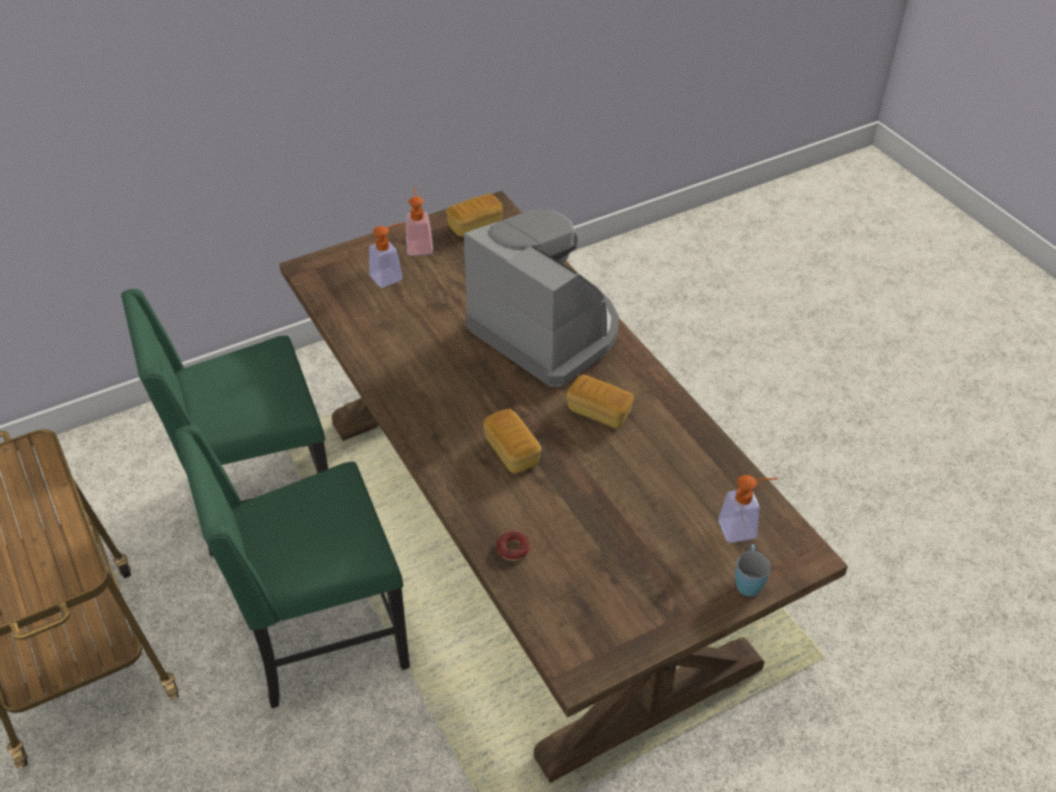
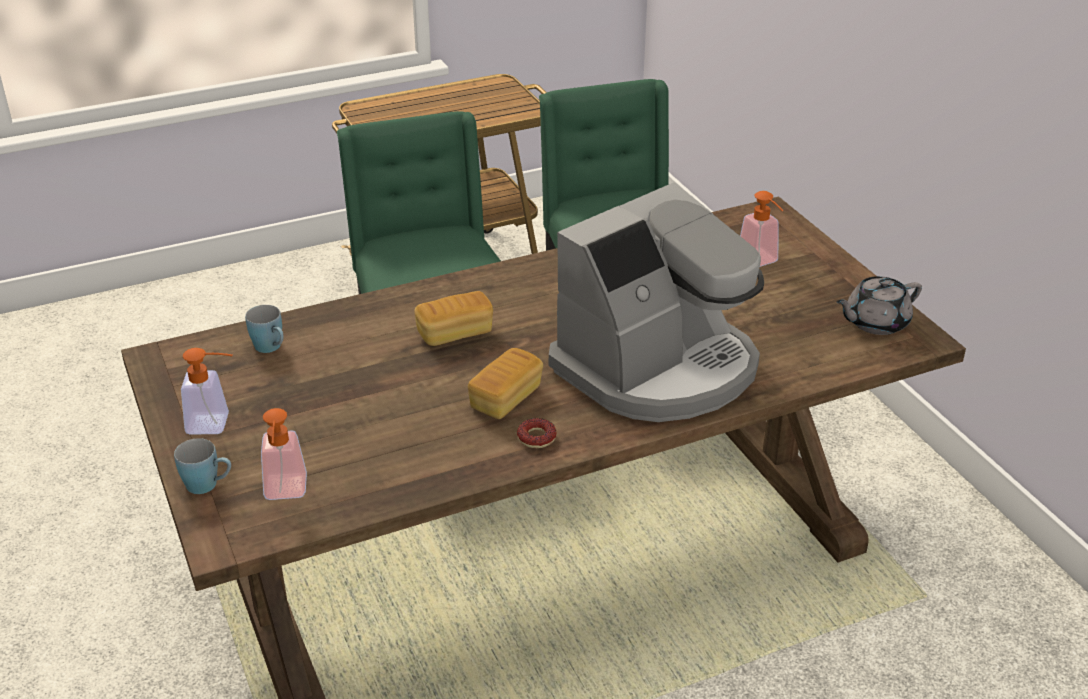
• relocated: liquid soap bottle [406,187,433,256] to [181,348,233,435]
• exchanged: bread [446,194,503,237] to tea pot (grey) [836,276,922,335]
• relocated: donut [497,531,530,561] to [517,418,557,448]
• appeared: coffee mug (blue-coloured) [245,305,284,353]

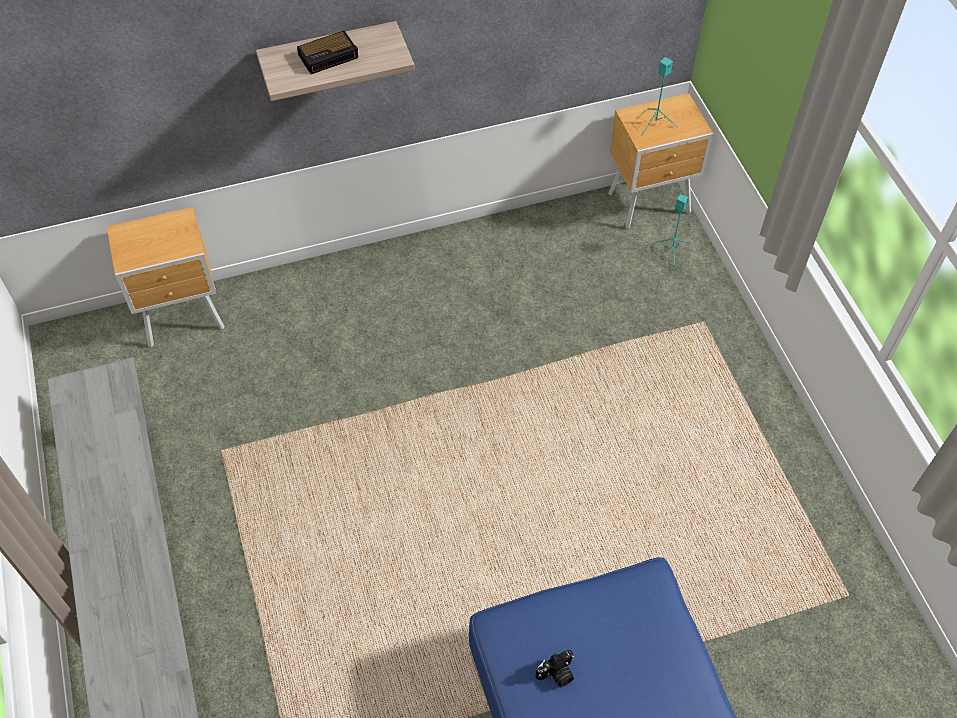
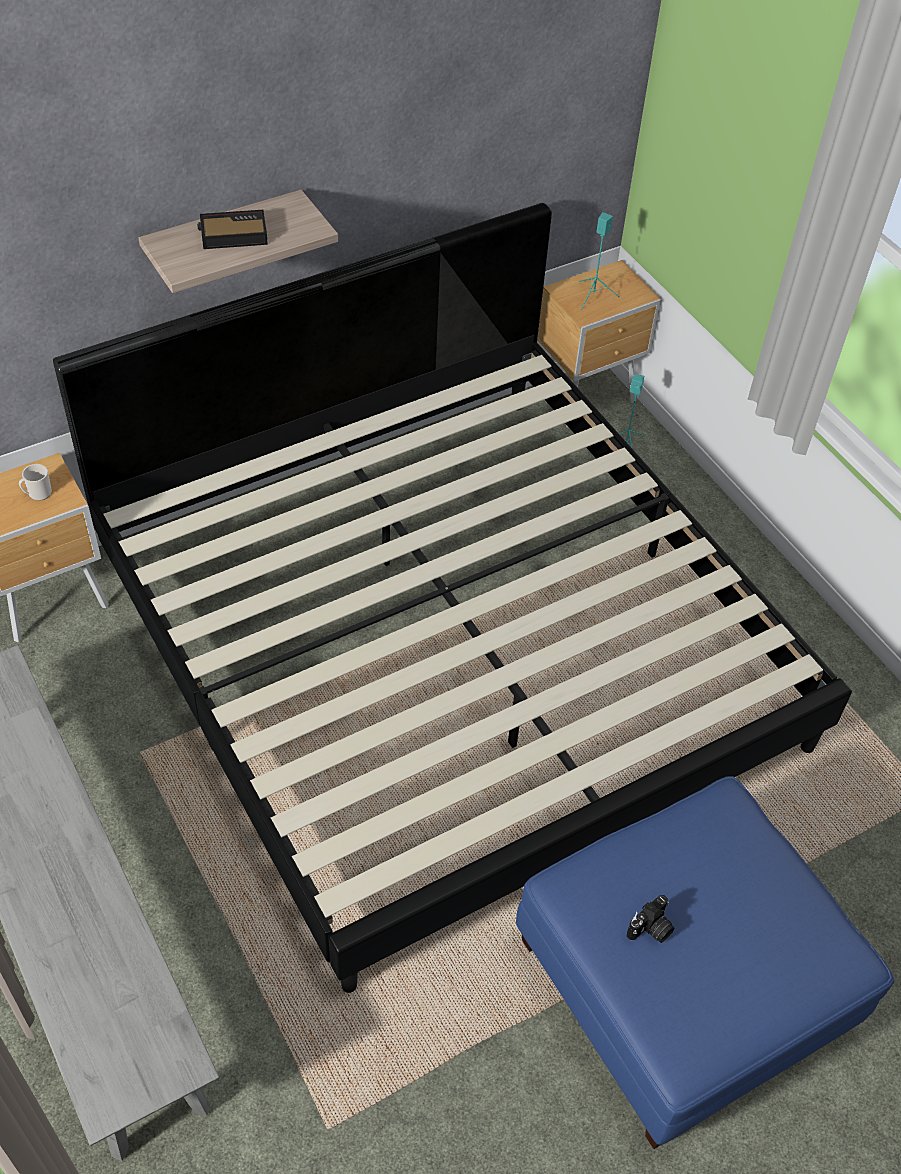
• spun: bedside clock [297,30,358,74] = [197,210,268,249] 150 degrees counterclockwise
• appeared: coffee mug [19,464,52,501]
• appeared: bedroom bed [53,203,852,993]

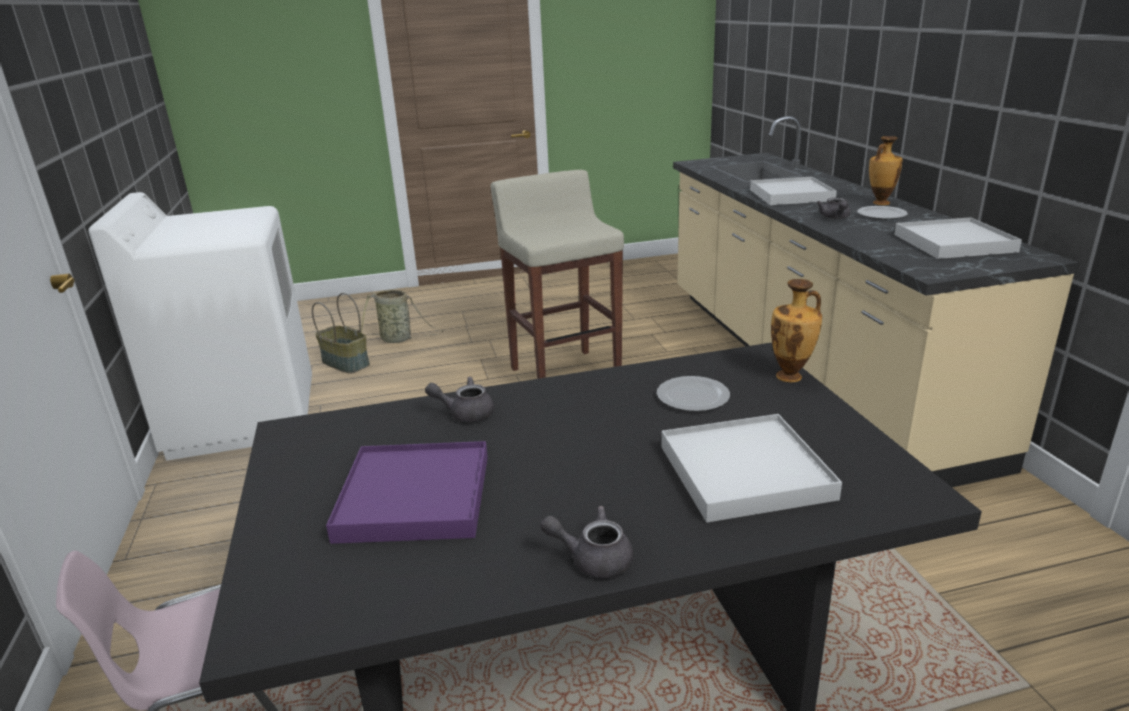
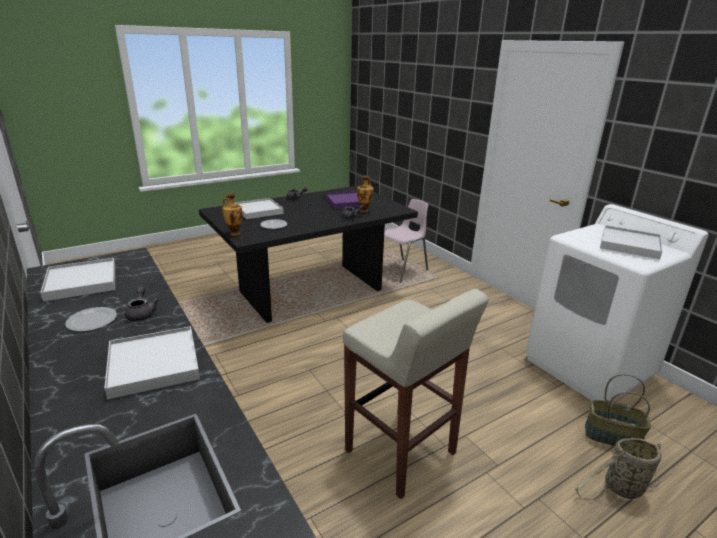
• relocated: decorative vase [869,136,903,205] to [357,176,374,212]
• appeared: tray (white-coloured) [600,225,663,259]

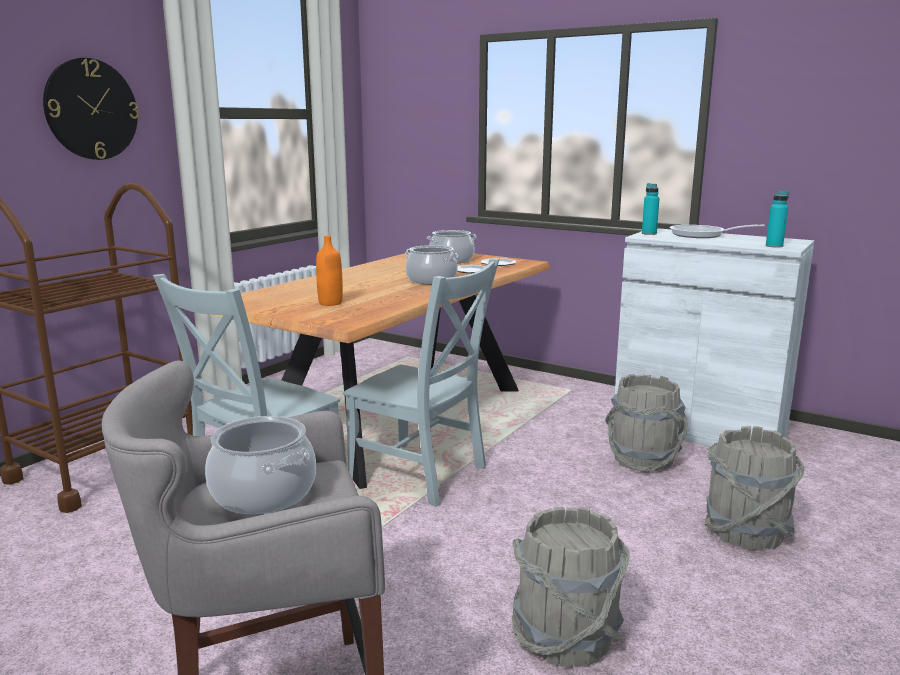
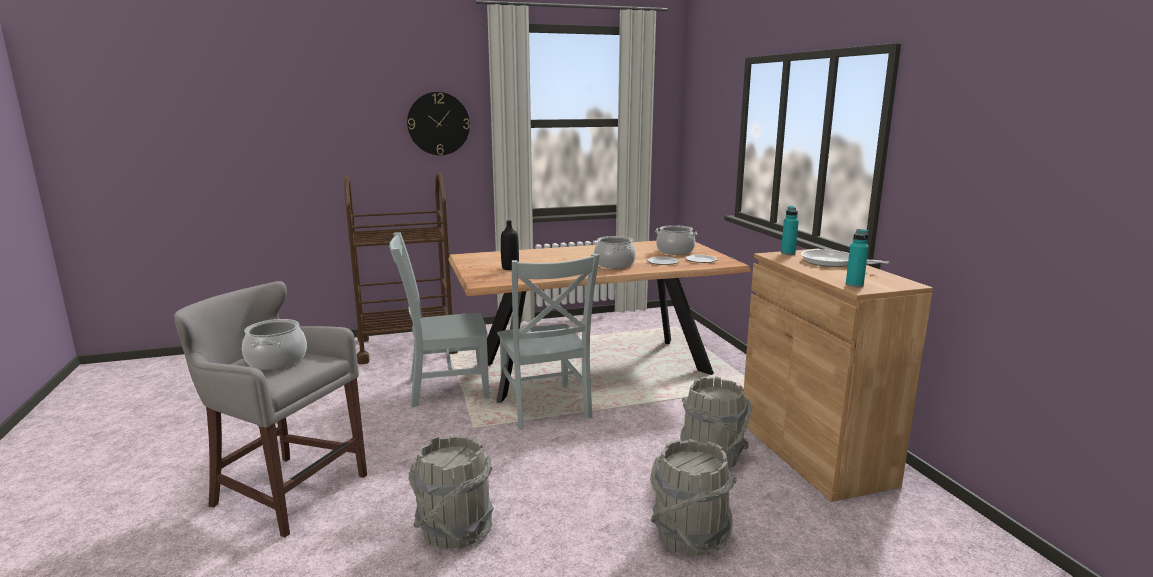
• colour: beverage bottle (orange-coloured) [316,236,343,306] to beverage bottle (blackish) [501,220,519,270]
• colour: storage cabinet (white-coloured) [615,228,814,447] to storage cabinet (brown) [744,249,933,502]

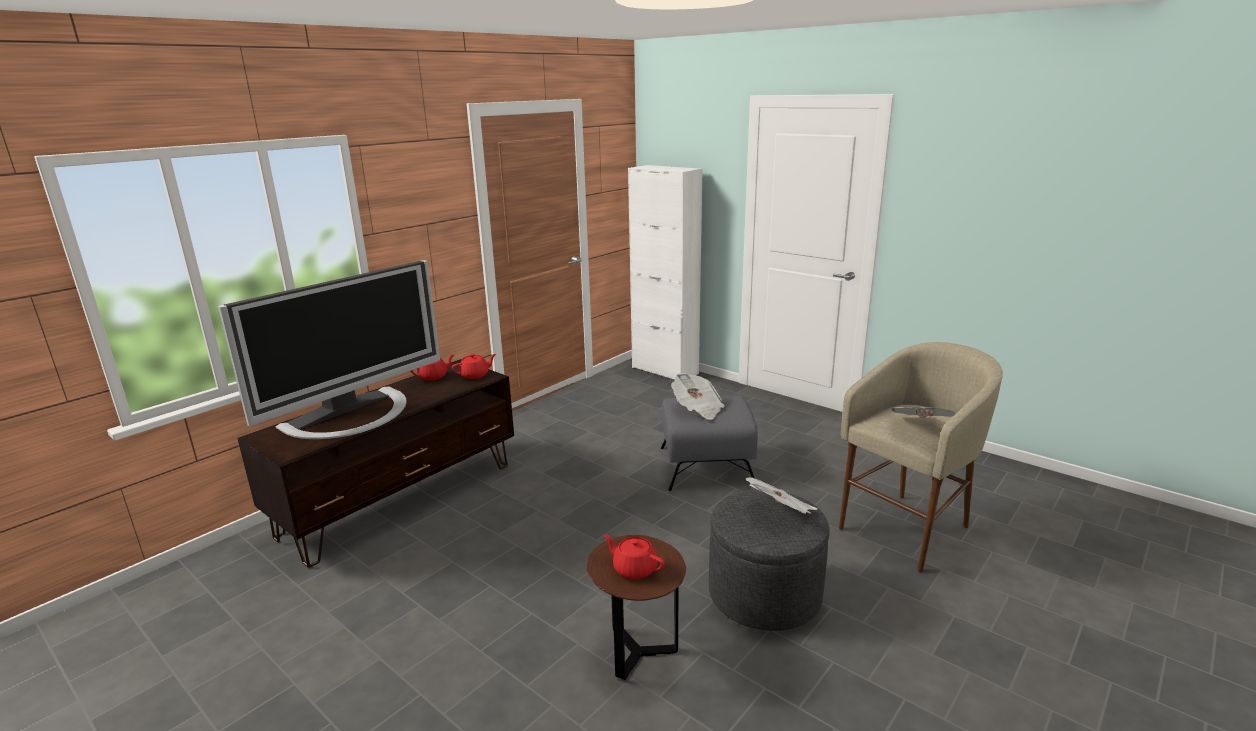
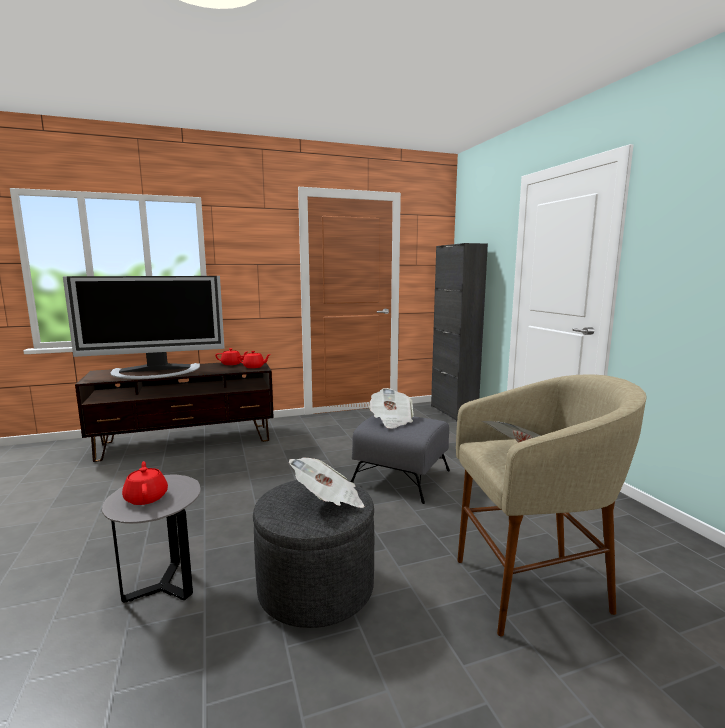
• colour: accent table (brown) [587,535,686,680] to accent table (grey) [102,475,201,603]
• colour: storage cabinet (white-coloured) [628,165,703,380] to storage cabinet (blackish) [431,243,488,421]

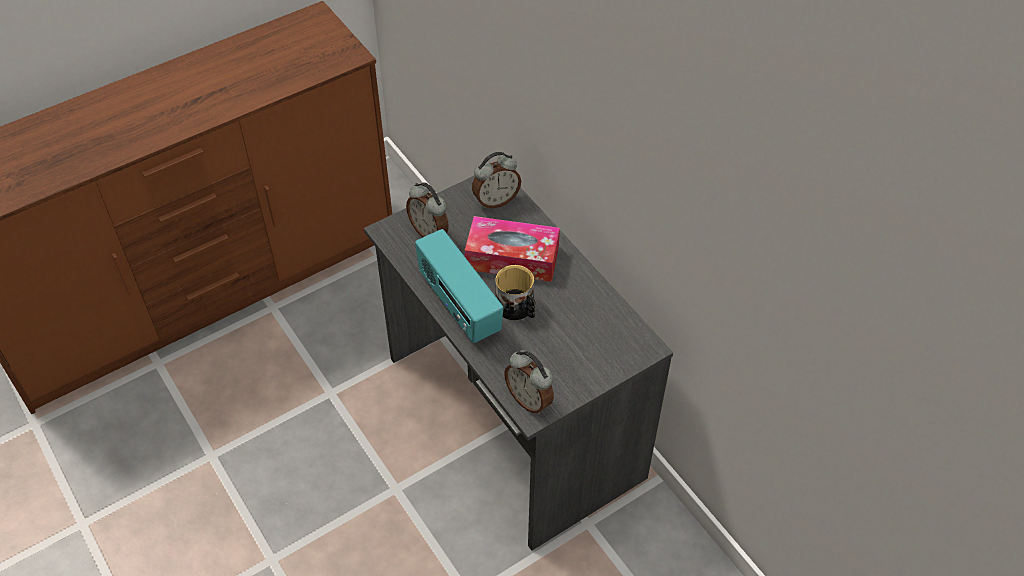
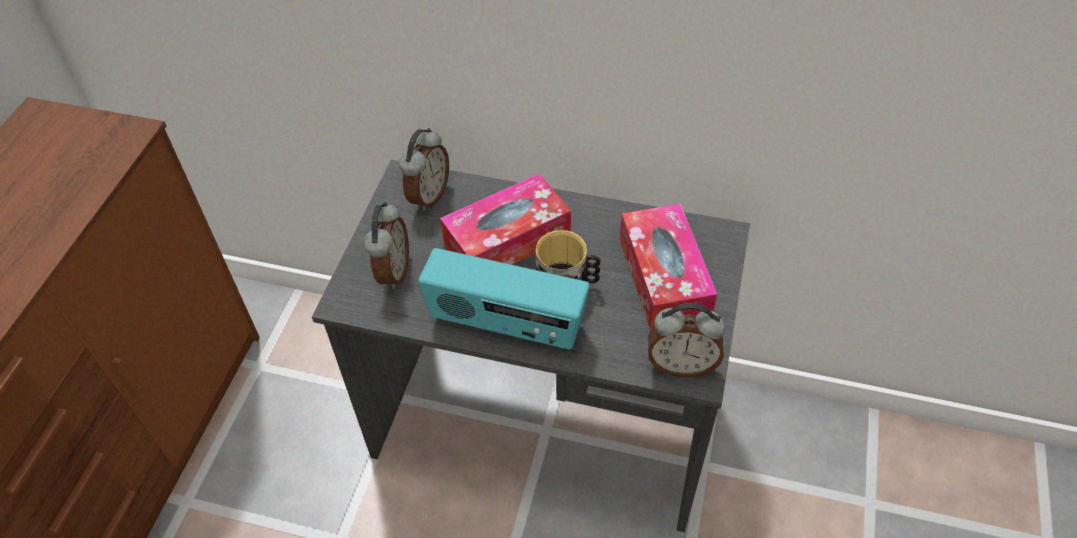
• spun: bedside clock [406,182,449,237] = [364,202,409,289] 90 degrees counterclockwise
• appeared: tissue box [620,204,717,330]

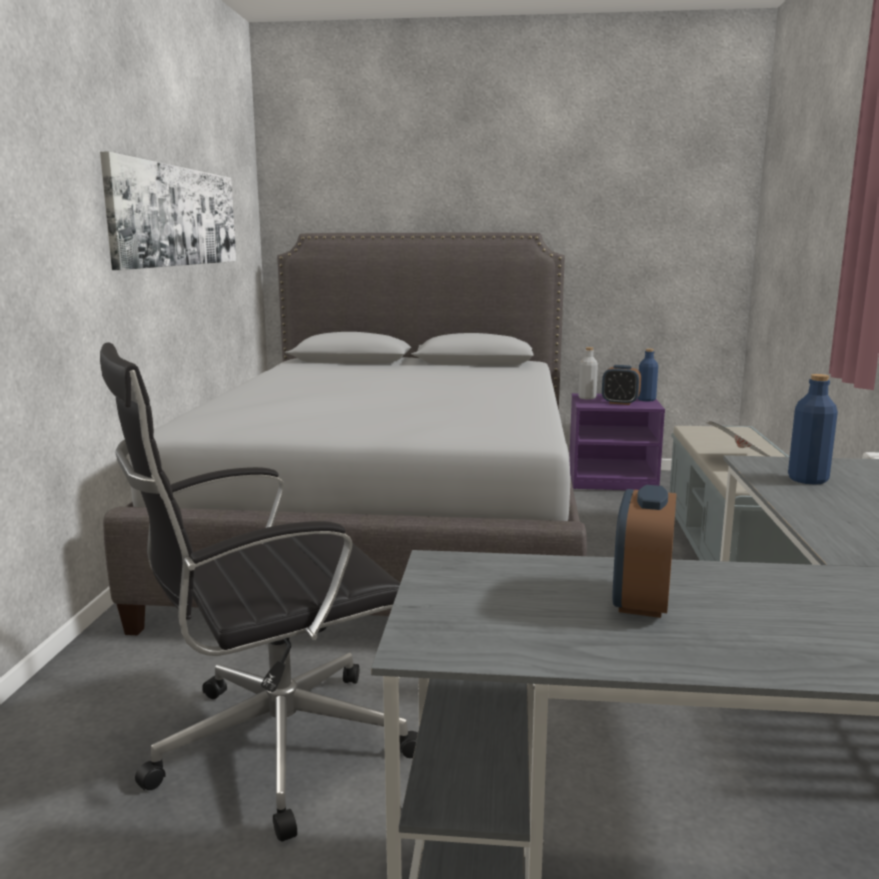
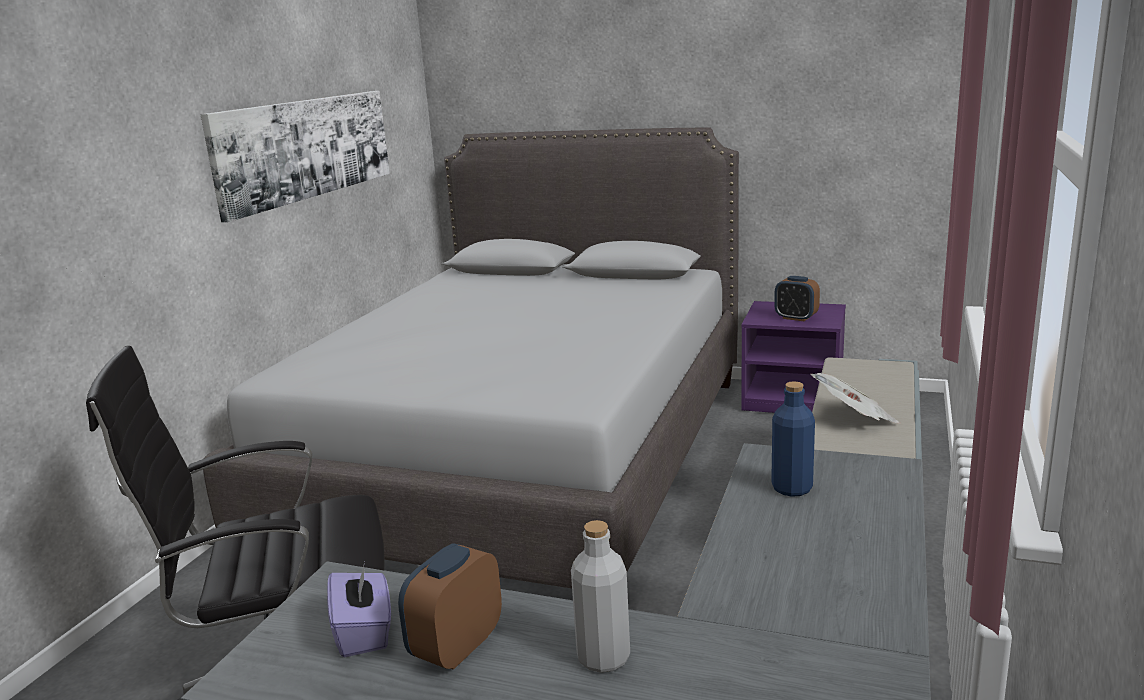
• relocated: beverage bottle (grey) [578,347,598,399] to [571,520,630,673]
• missing: beverage bottle (blue-coloured) [638,349,658,401]
• appeared: tissue box (purple-coloured) [327,562,391,657]

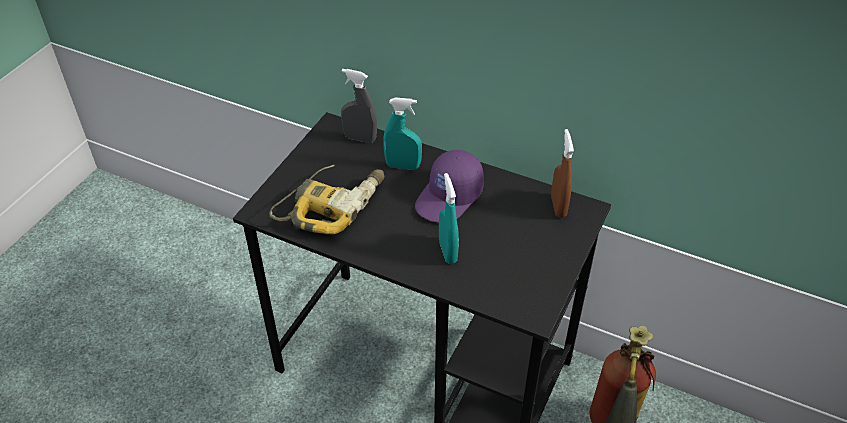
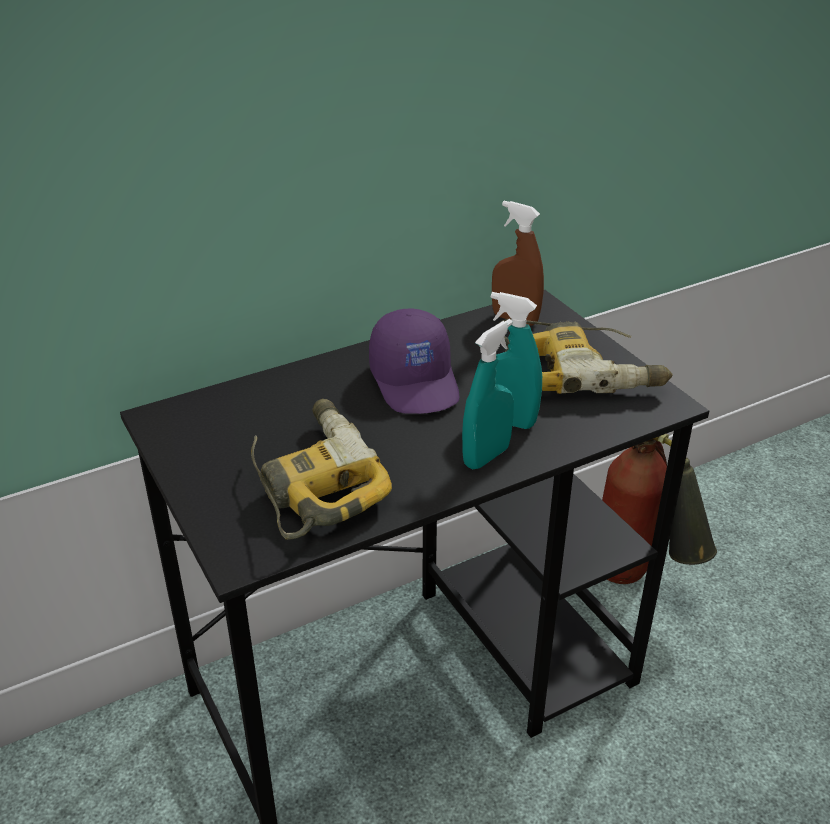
• missing: spray bottle (grey) [341,69,377,143]
• relocated: spray bottle (blue-green) [383,97,422,170] to [462,319,514,469]
• appeared: power drill [498,319,673,394]

